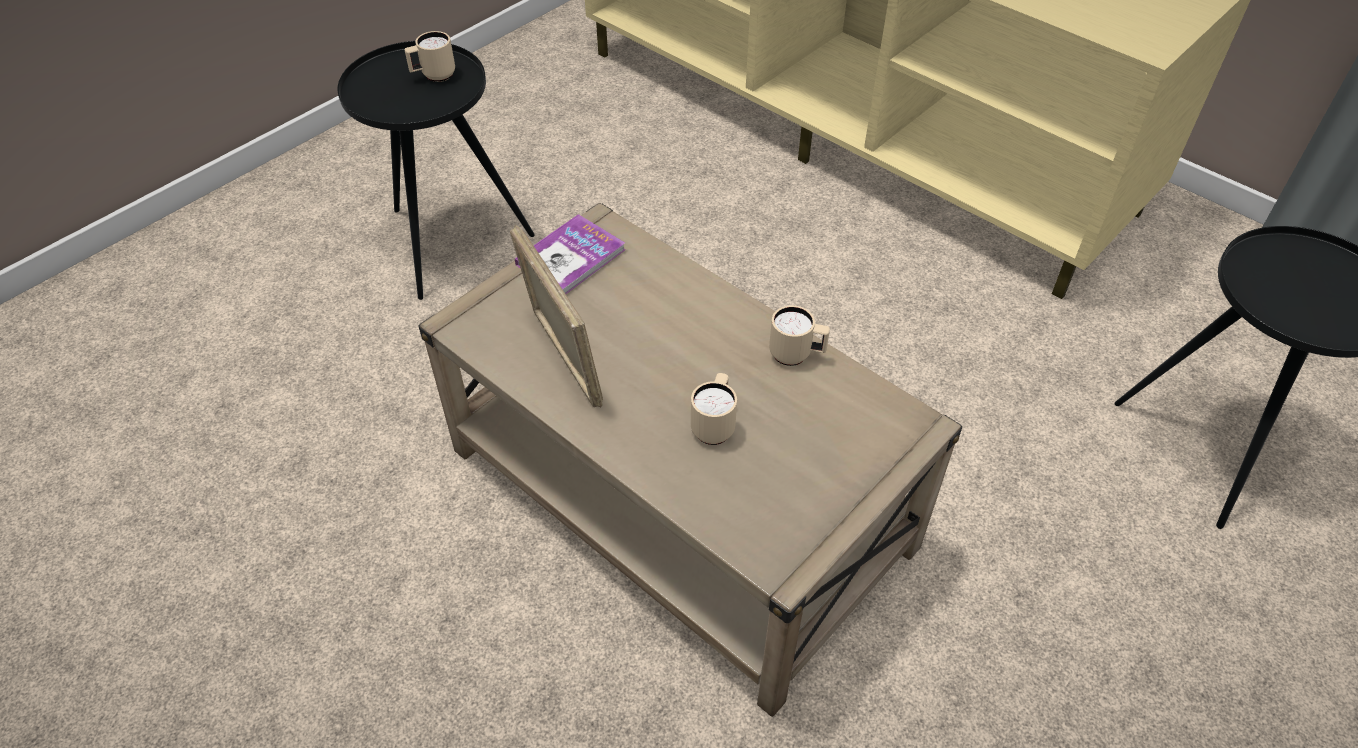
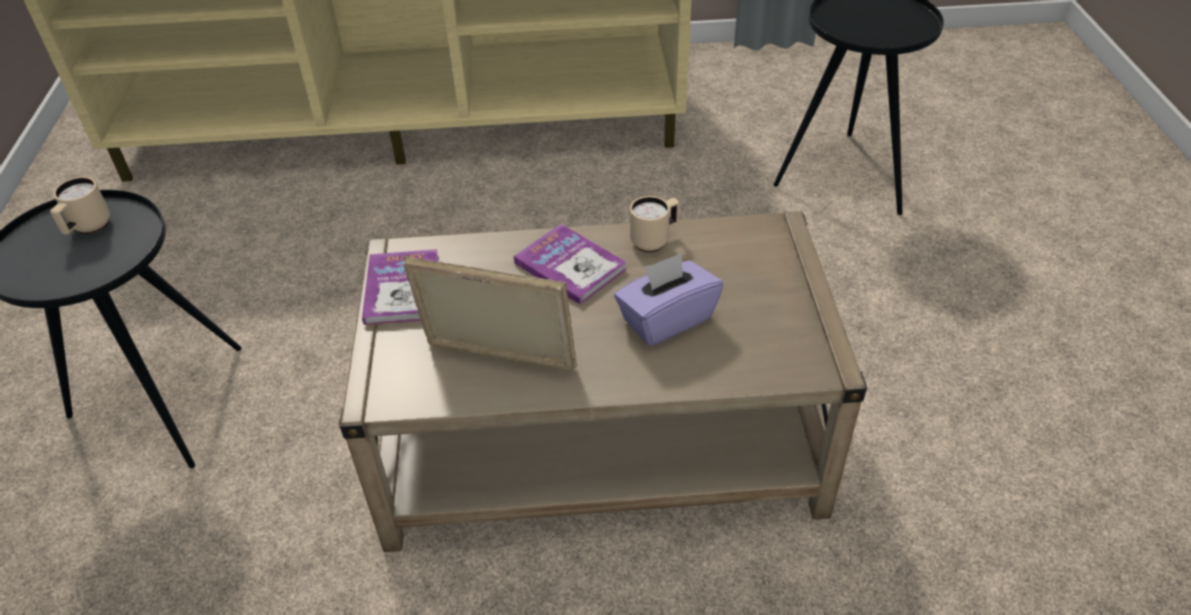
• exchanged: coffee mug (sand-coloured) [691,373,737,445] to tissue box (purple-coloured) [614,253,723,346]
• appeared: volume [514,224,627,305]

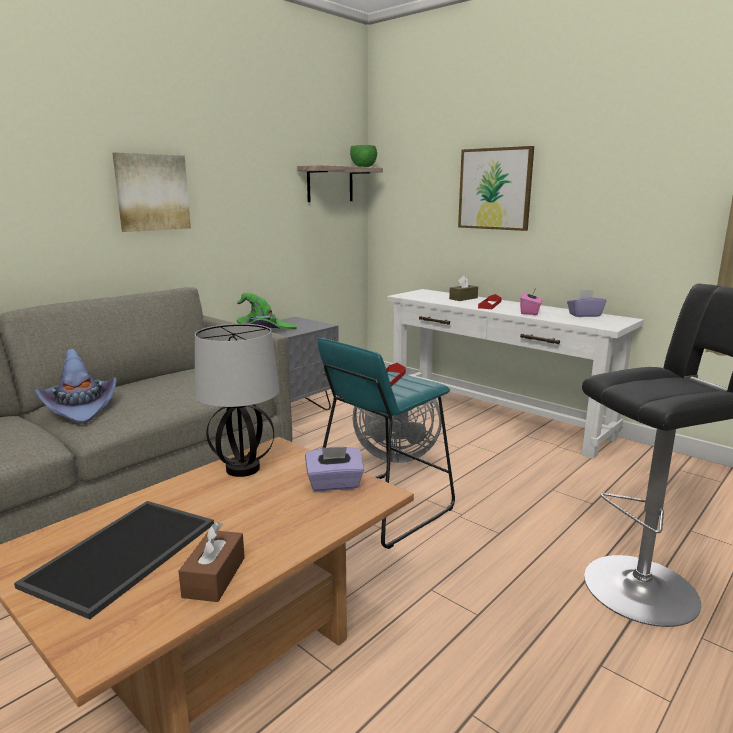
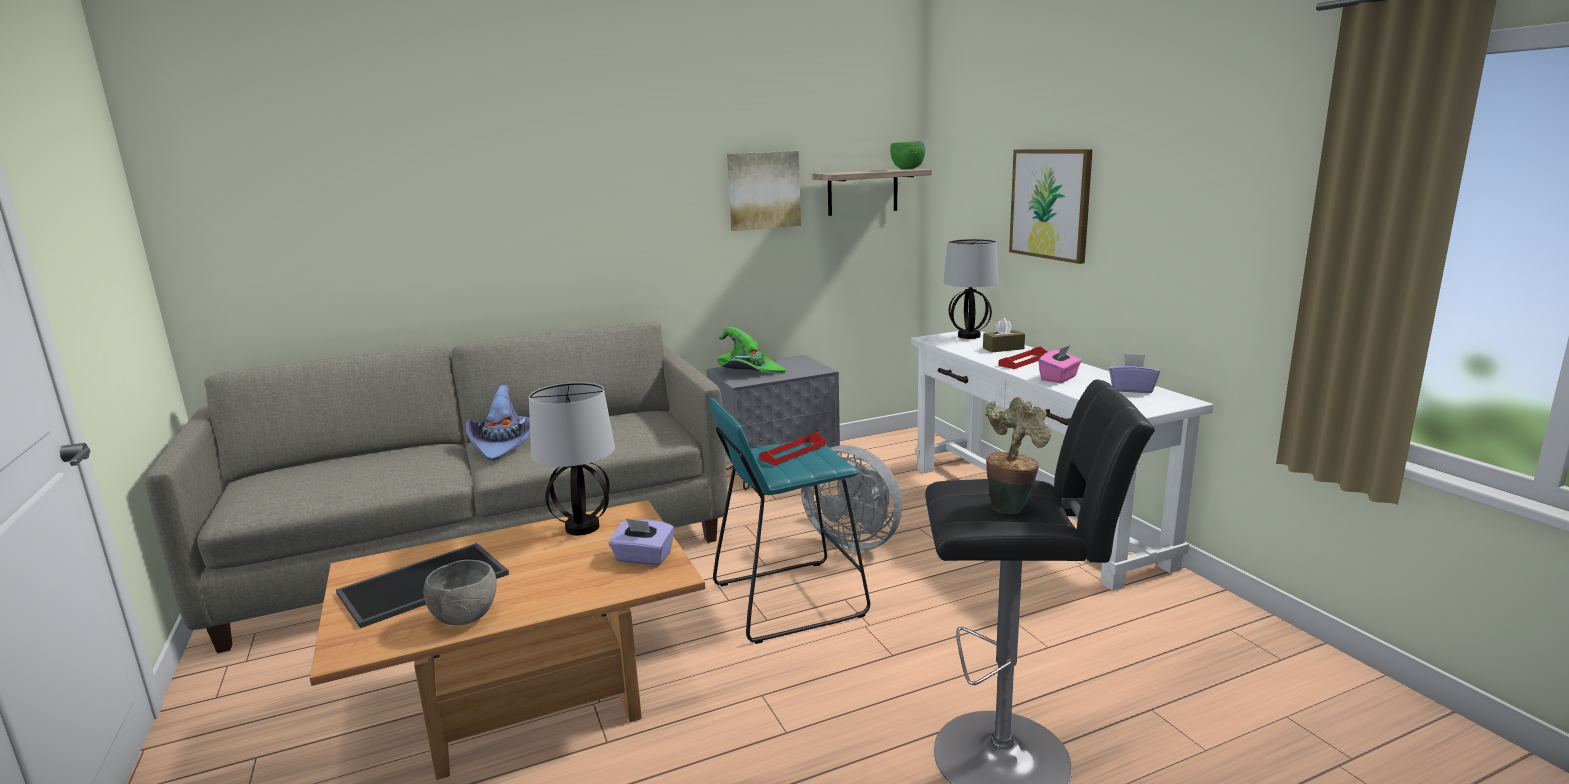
• relocated: wall picture [112,152,191,232] to [727,151,801,231]
• exchanged: tissue box (brown) [178,522,245,602] to bowl (grey) [423,560,497,625]
• appeared: table lamp [943,239,999,339]
• appeared: potted plant [986,397,1051,514]

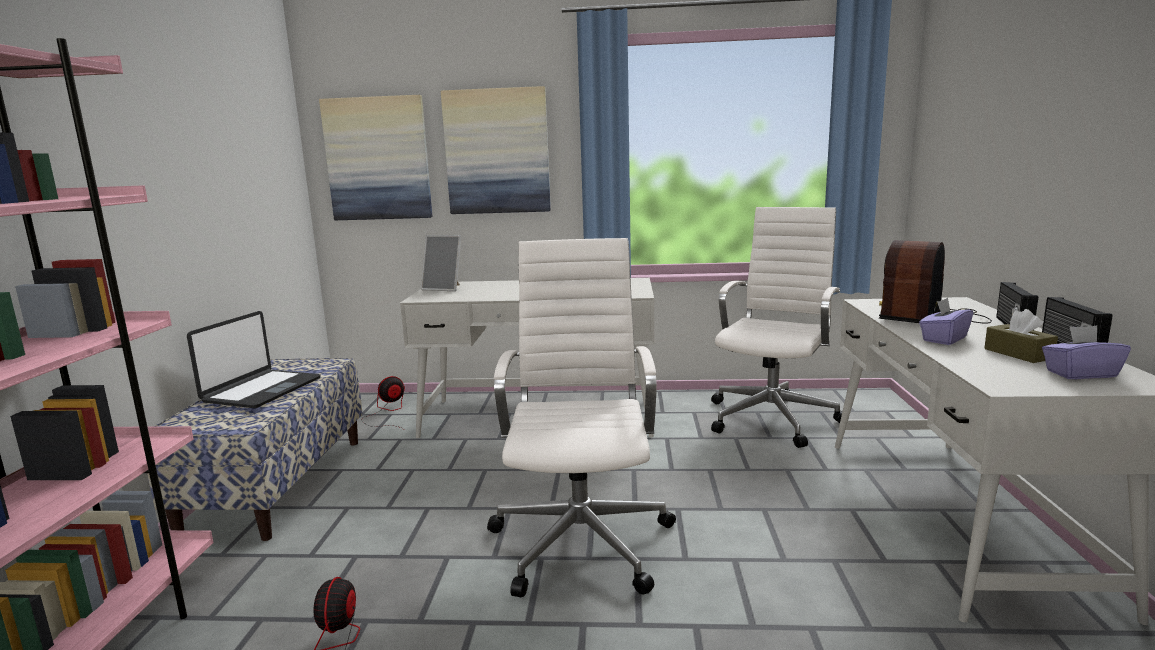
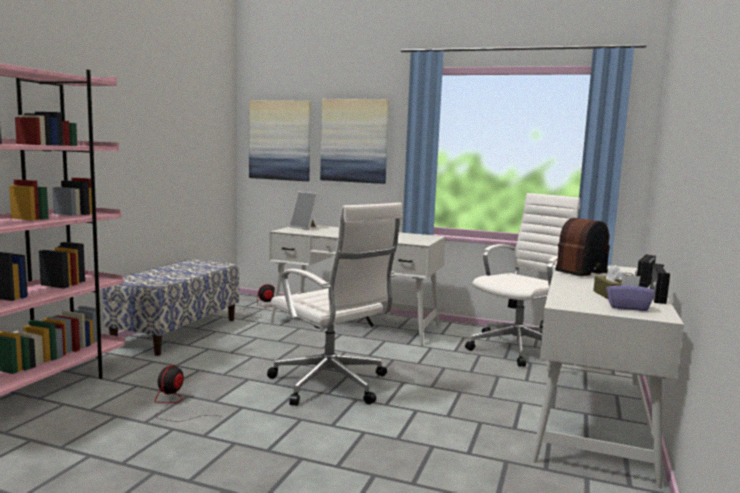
• missing: portable computer [187,311,321,408]
• spun: computer chair (white-coloured) [487,238,676,597] = [267,203,403,406] 120 degrees clockwise
• missing: tissue box (purple-coloured) [919,298,973,345]

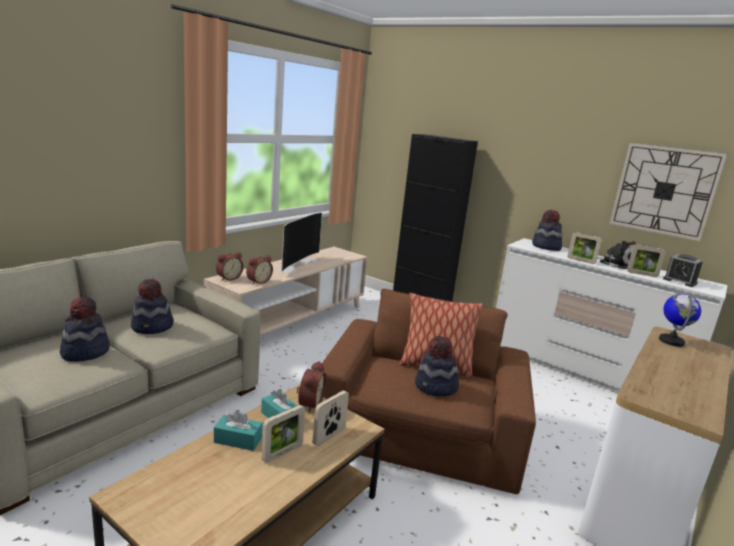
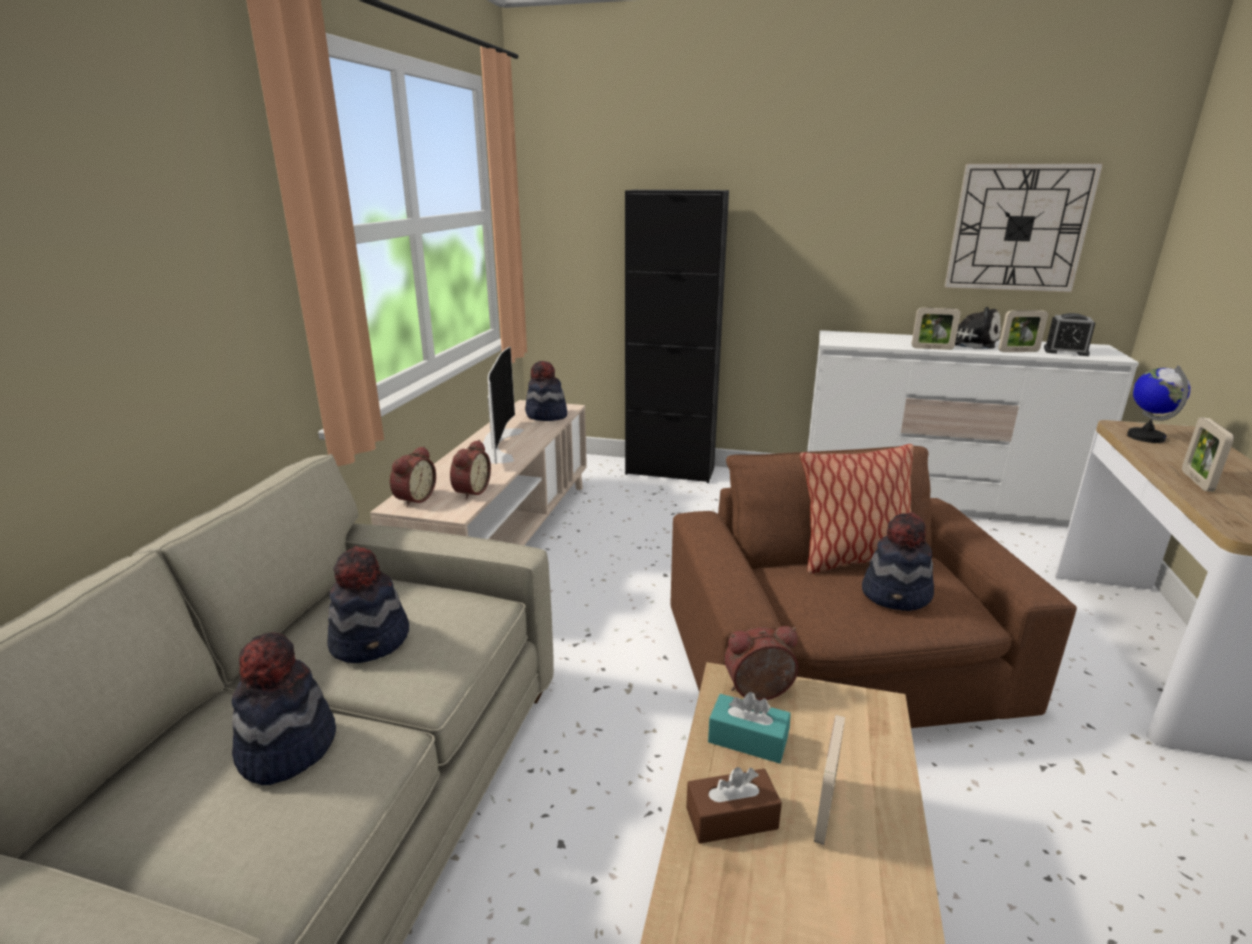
• colour: tissue box (blue-green) [214,410,263,451] to tissue box (brown) [686,767,782,844]
• spun: bedside clock [297,361,327,413] = [725,626,798,701] 90 degrees counterclockwise
• relocated: standing frame [313,390,349,446] to [1182,417,1234,492]
• relocated: clothing hat [532,210,562,251] to [525,361,567,421]

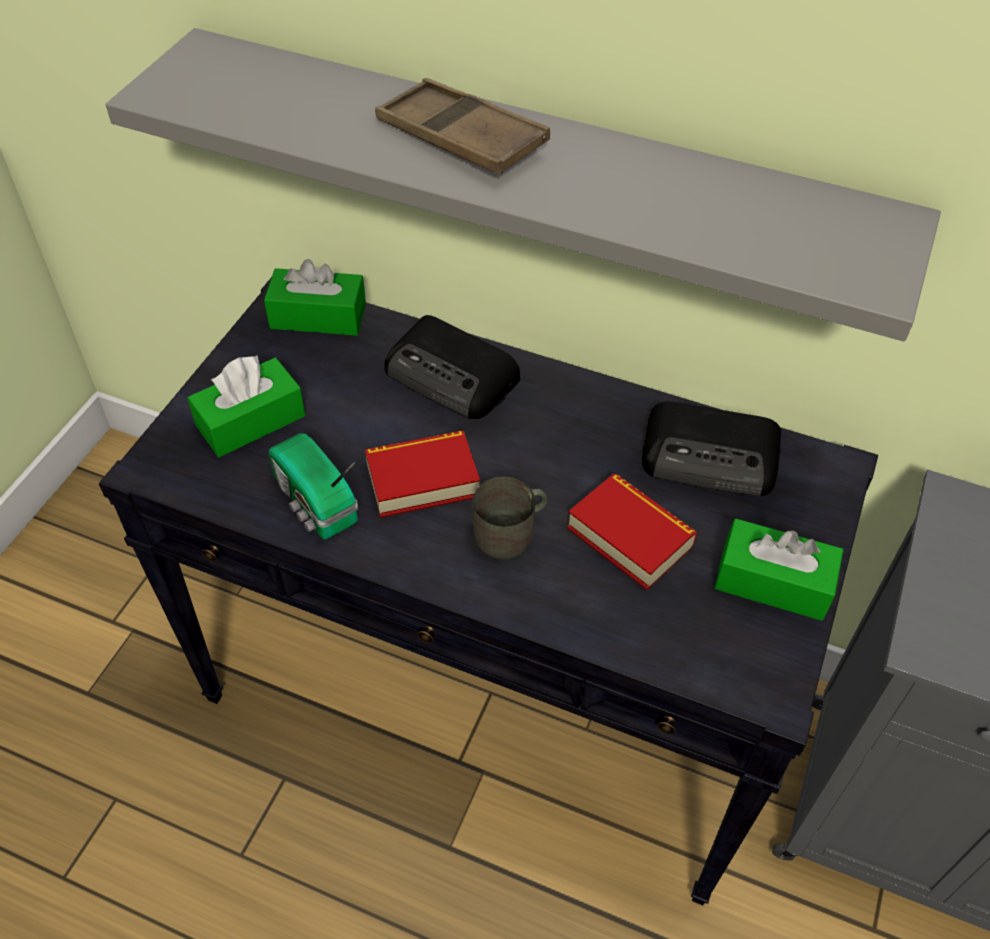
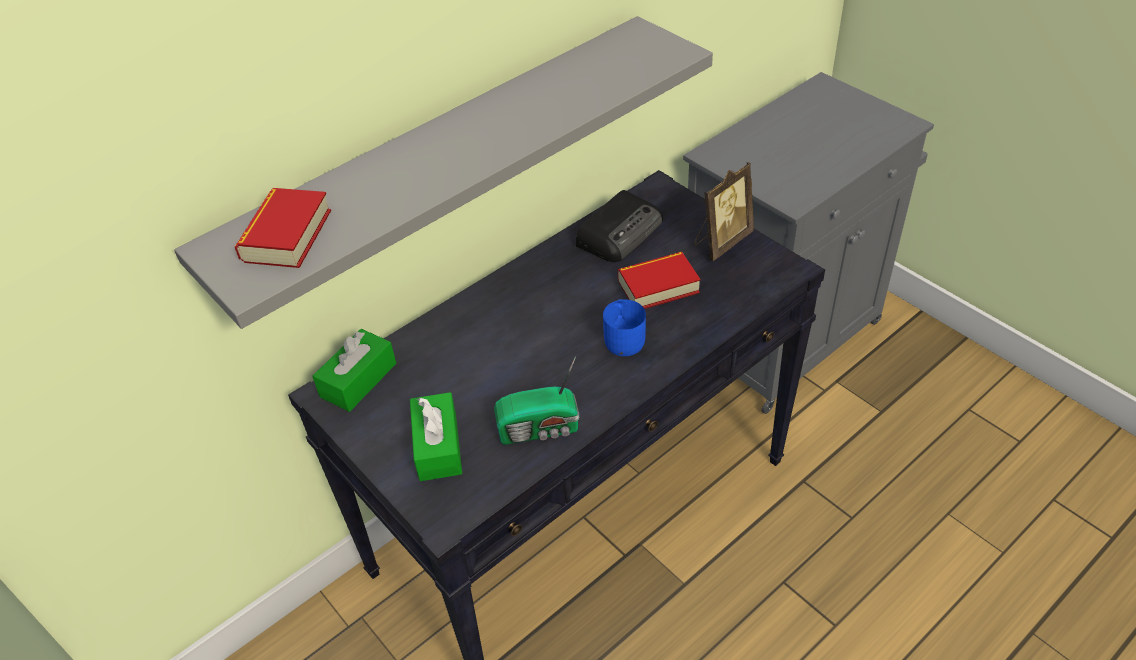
• relocated: volume [365,431,480,518] to [235,188,331,268]
• missing: tray (brown) [375,78,550,174]
• missing: radio set [384,315,520,419]
• colour: coffee mug (grey) [473,477,547,559] to coffee mug (blue-coloured) [603,299,646,356]
• exchanged: tissue box (greenish) [715,518,844,621] to standing frame [694,162,754,261]

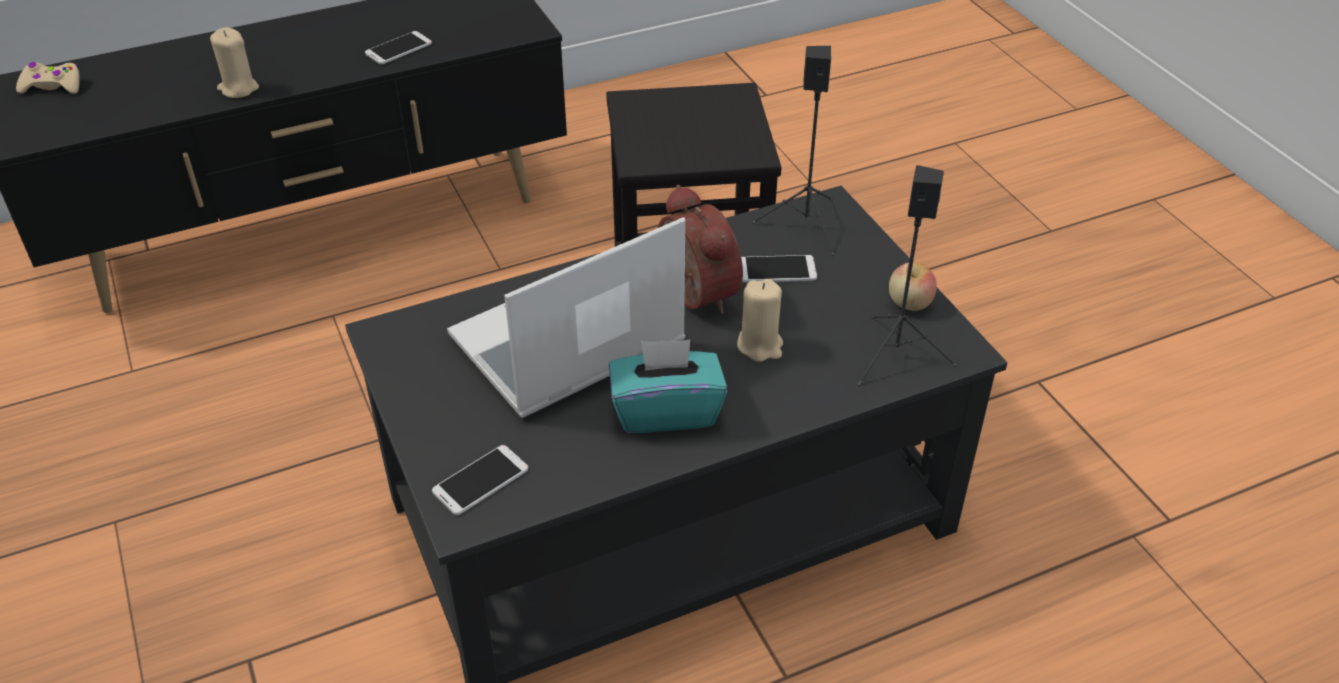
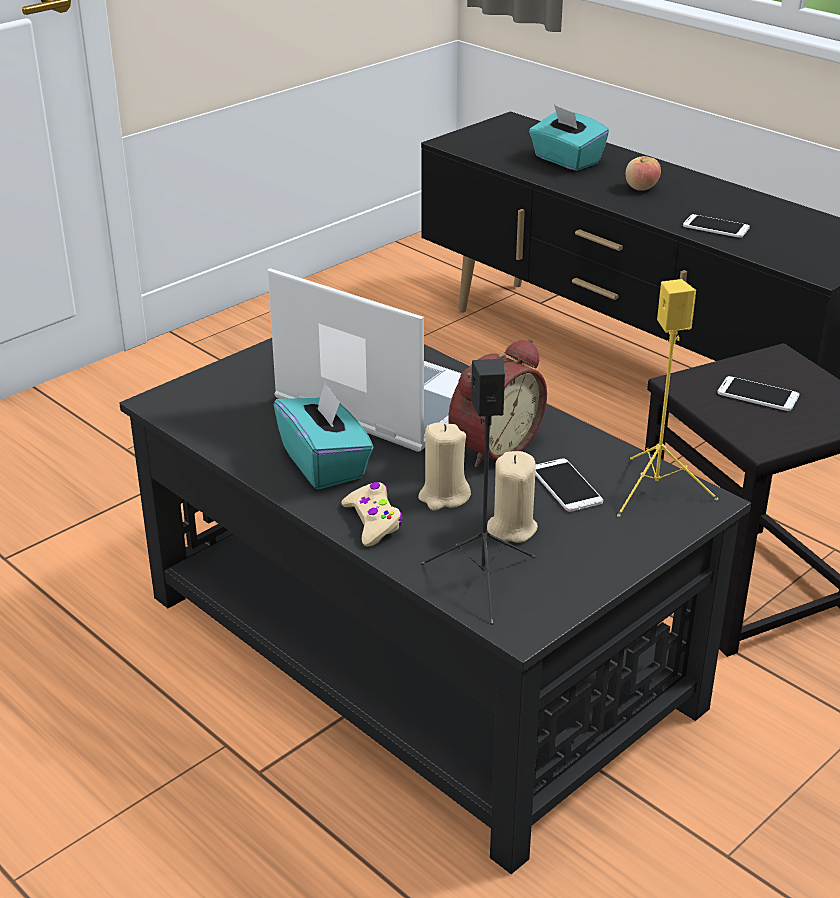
• relocated: joypad (sand-coloured) [16,62,80,94] to [341,482,402,547]
• relocated: wax candle (sand-coloured) [210,27,259,98] to [487,451,538,543]
• relocated: phone [432,445,529,515] to [717,376,799,411]
• colour: audio speaker (blackish) [752,46,835,256] to audio speaker (yellowish) [617,279,718,517]
• relocated: apple fruit [889,262,937,311] to [626,156,661,191]
• appeared: tissue box (blue-green) [529,105,609,171]

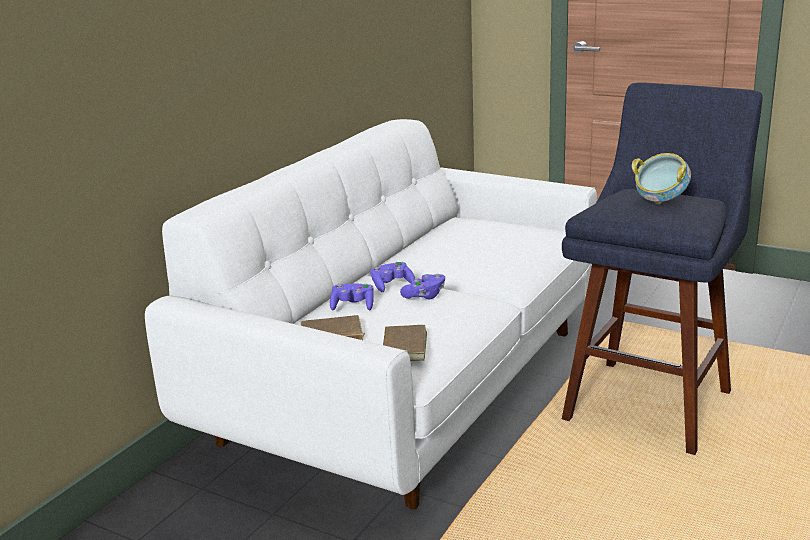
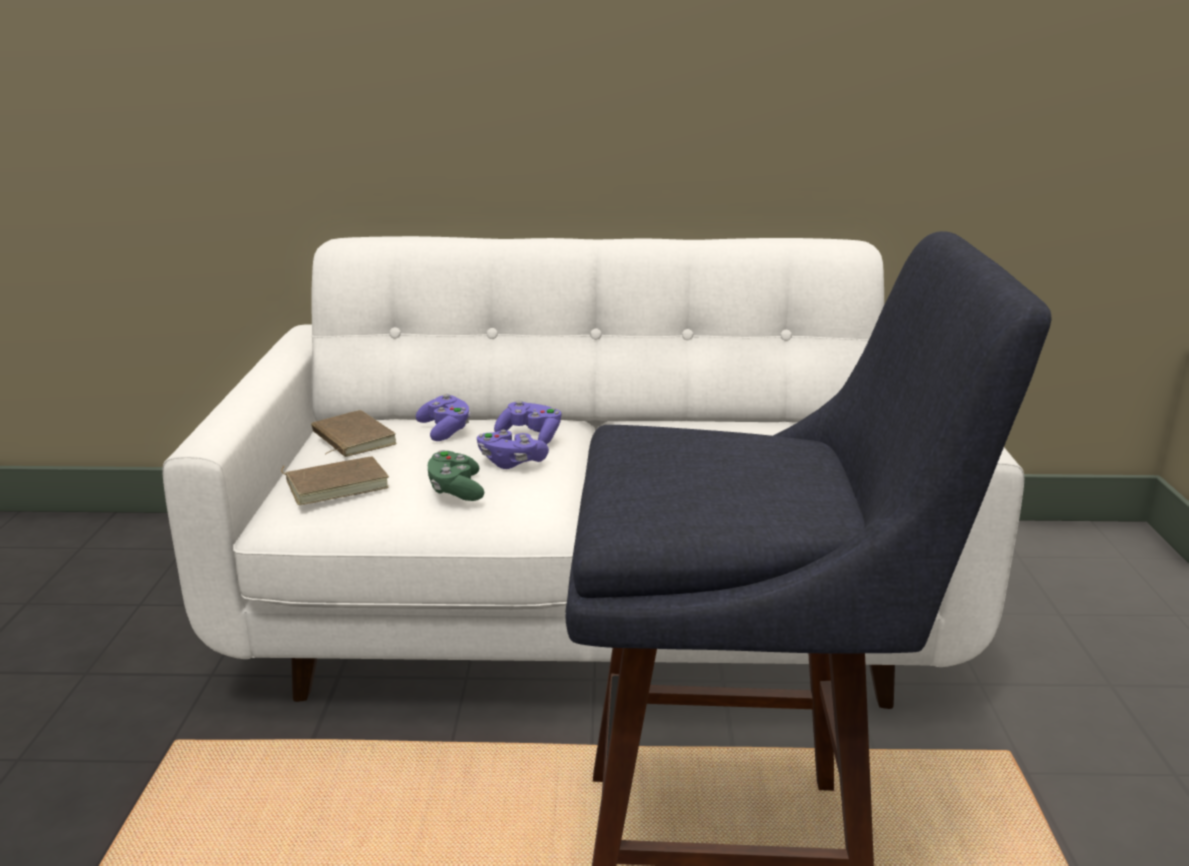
• missing: bowl [632,153,691,205]
• appeared: joypad (greenish) [428,450,484,501]

